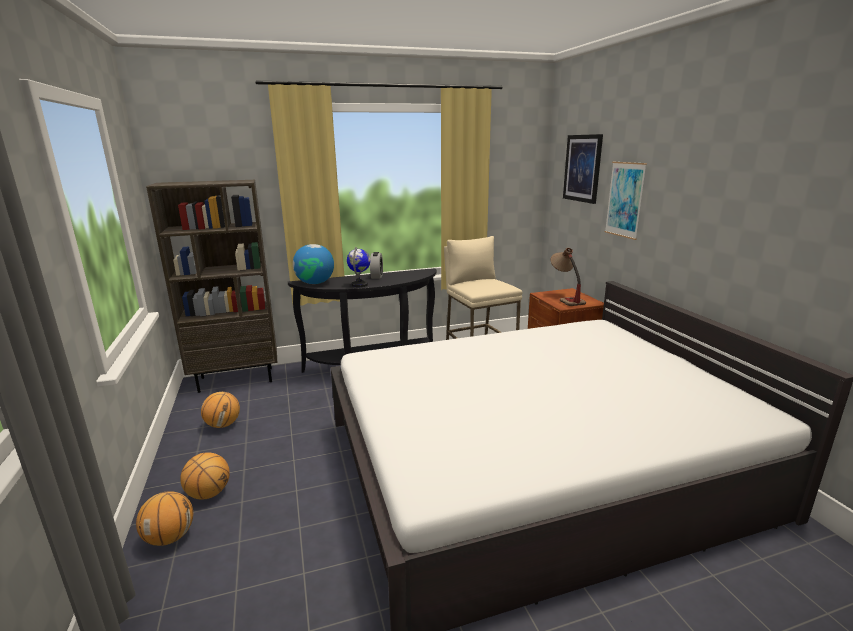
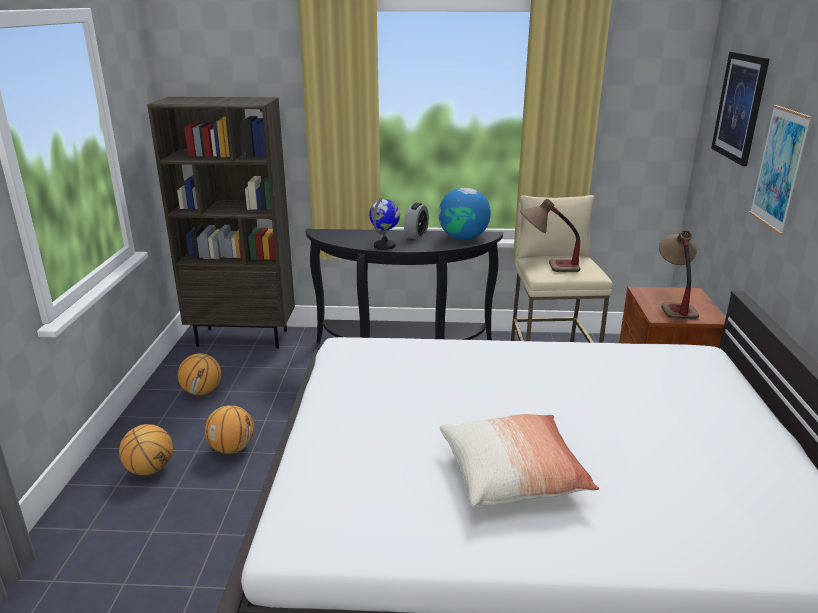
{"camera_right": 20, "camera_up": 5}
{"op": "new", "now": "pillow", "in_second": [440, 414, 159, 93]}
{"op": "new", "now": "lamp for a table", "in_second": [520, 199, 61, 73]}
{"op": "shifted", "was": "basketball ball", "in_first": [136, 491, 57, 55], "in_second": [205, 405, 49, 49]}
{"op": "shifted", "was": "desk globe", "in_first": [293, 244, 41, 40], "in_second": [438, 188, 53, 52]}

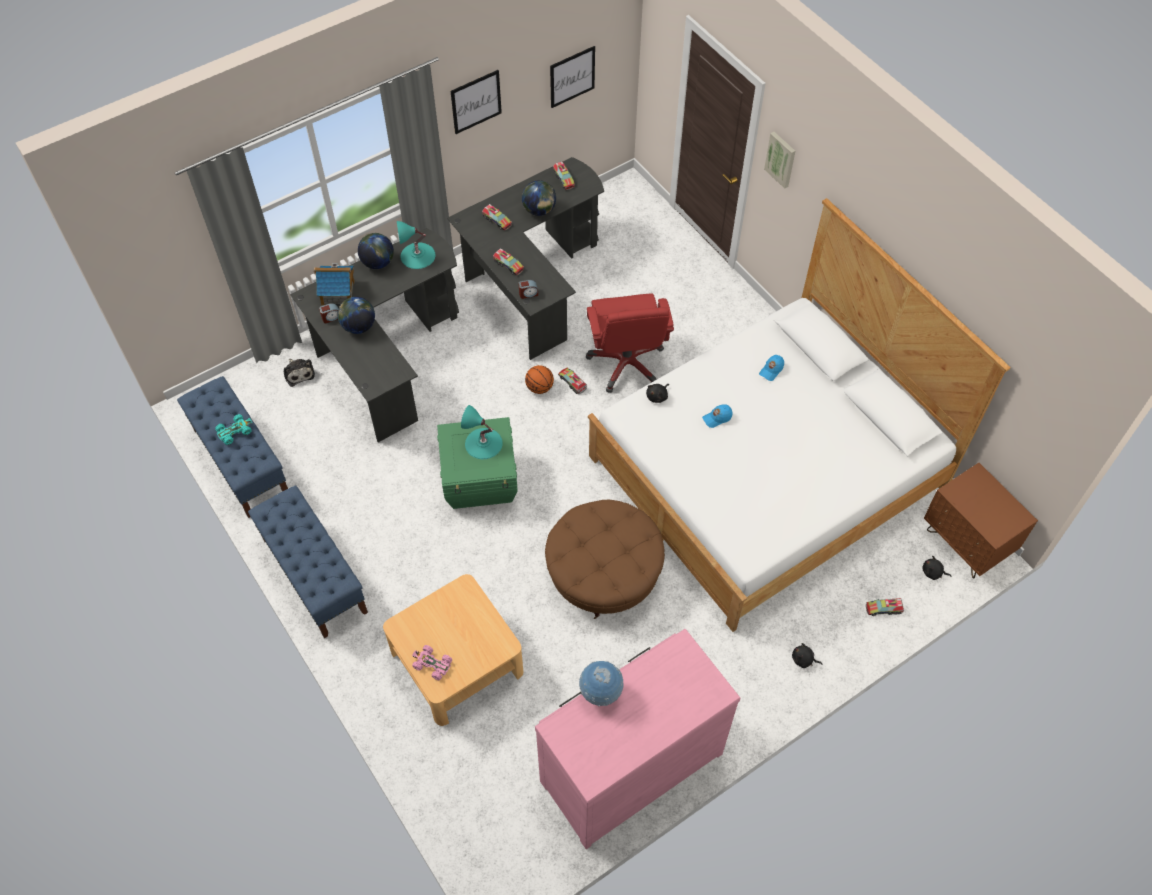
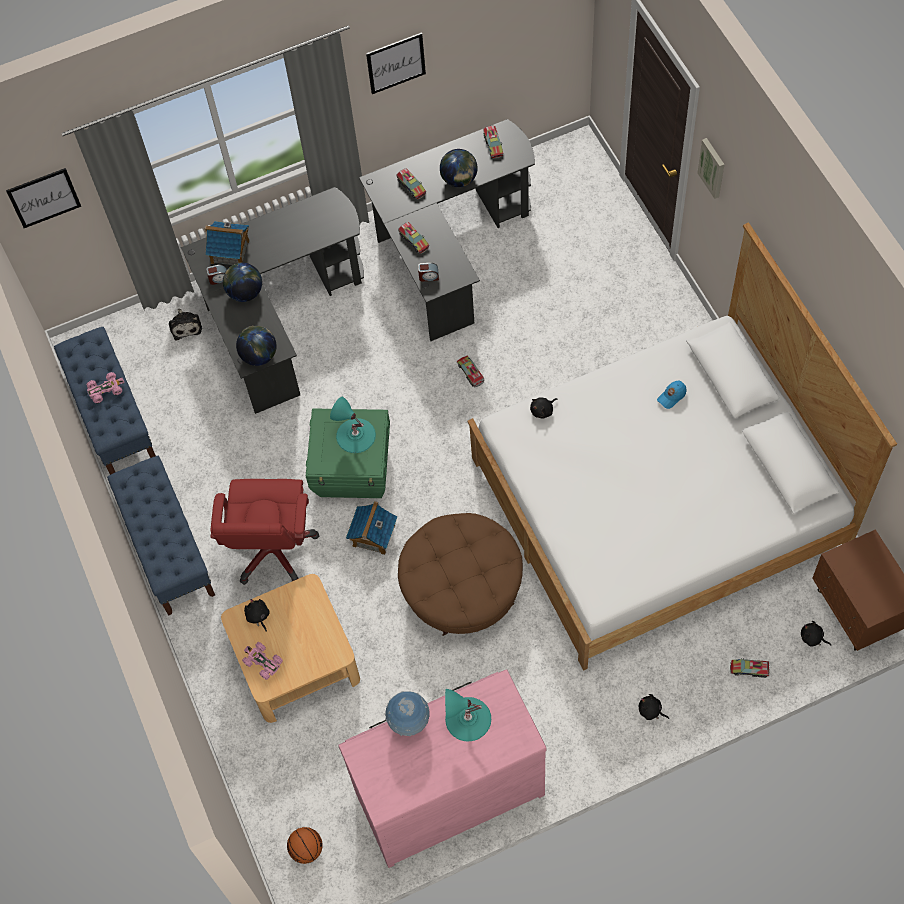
{"camera_right": 15, "camera_up": 5}
{"op": "gone", "was": "bluish baseball cap", "in_first": [702, 404, 30, 24]}
{"op": "new", "now": "black soft toy", "in_second": [244, 599, 26, 33]}
{"op": "new", "now": "miniature house", "in_second": [346, 501, 51, 54]}
{"op": "shifted", "was": "desk globe", "in_first": [358, 233, 36, 36], "in_second": [236, 325, 41, 41]}
{"op": "shifted", "was": "turquoise lamp for a table", "in_first": [397, 221, 39, 48], "in_second": [445, 689, 46, 52]}
{"op": "shifted", "was": "basketball ball", "in_first": [525, 365, 29, 29], "in_second": [287, 827, 36, 37]}
{"op": "shifted", "was": "picture", "in_first": [550, 46, 45, 62], "in_second": [6, 168, 75, 60]}
{"op": "shifted", "was": "reddish office chair", "in_first": [586, 293, 88, 100], "in_second": [210, 479, 109, 106]}
{"op": "repainted", "was": "turquoise model car", "now": "pink model car", "in_first": [215, 414, 37, 31], "in_second": [87, 372, 37, 31]}

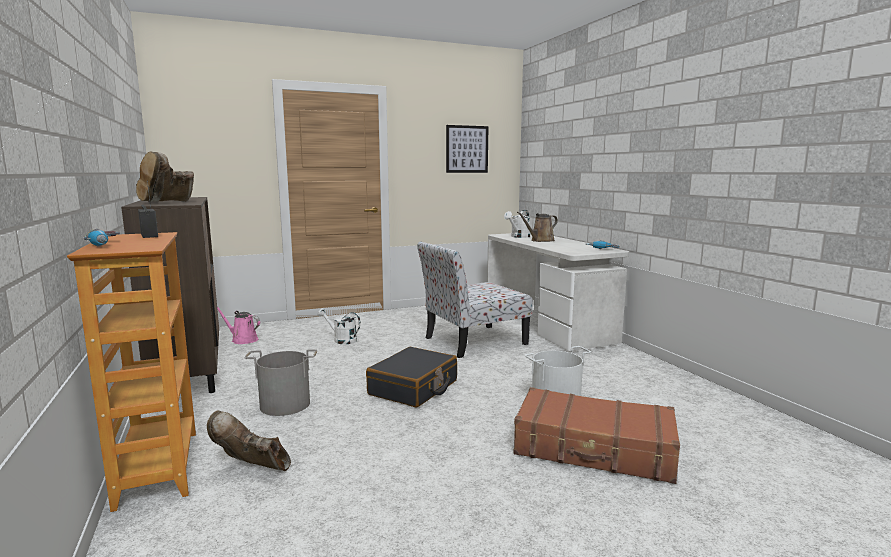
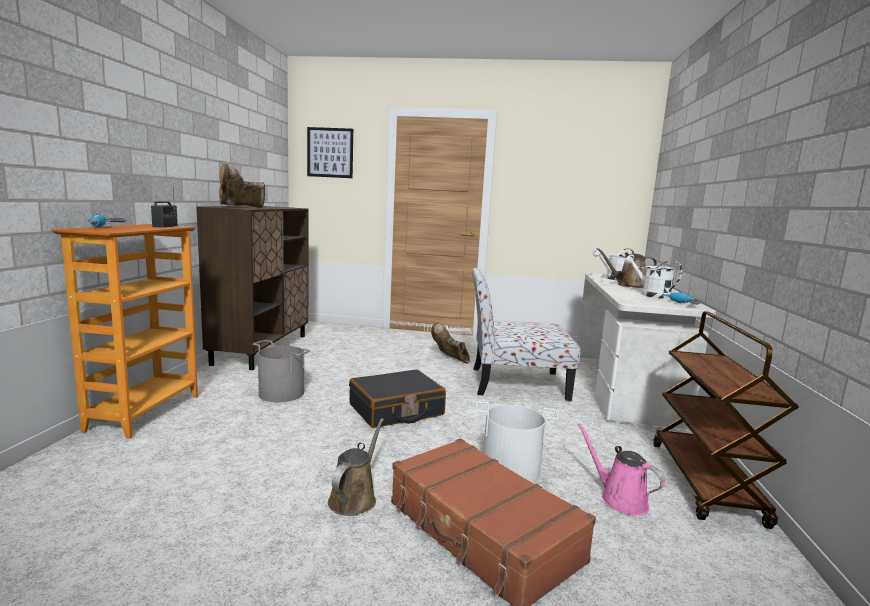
{"camera_right": 30, "camera_up": 0}
{"op": "new", "now": "brown sprinkling can", "in_second": [328, 418, 56, 98]}
{"op": "new", "now": "brown trolley", "in_second": [653, 311, 146, 218]}
{"op": "shifted", "was": "brown tall boot", "in_first": [207, 411, 84, 60], "in_second": [431, 322, 39, 42]}
{"op": "shifted", "was": "pink sprinkling can", "in_first": [217, 307, 43, 37], "in_second": [577, 424, 88, 91]}
{"op": "shifted", "was": "whitish sprinkling can", "in_first": [318, 308, 43, 36], "in_second": [624, 254, 58, 45]}
{"op": "shifted", "was": "picture", "in_first": [446, 125, 43, 48], "in_second": [307, 127, 46, 51]}

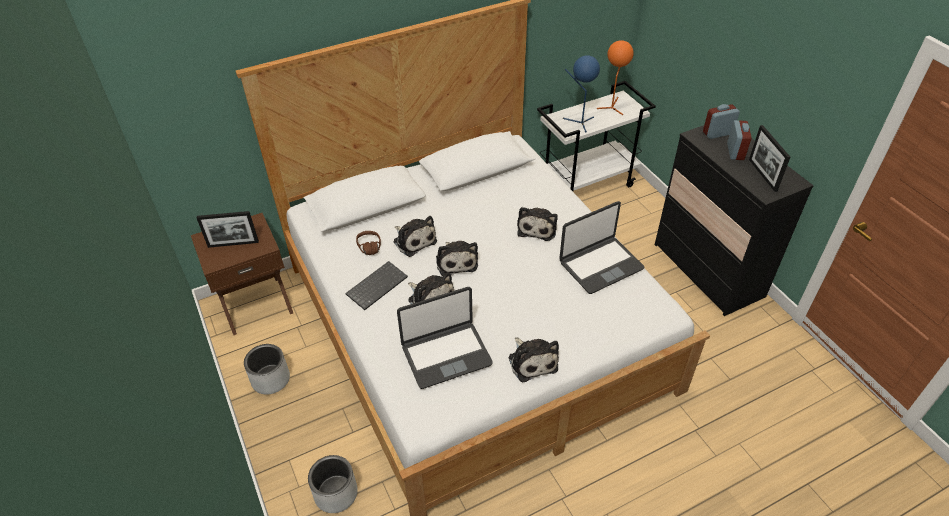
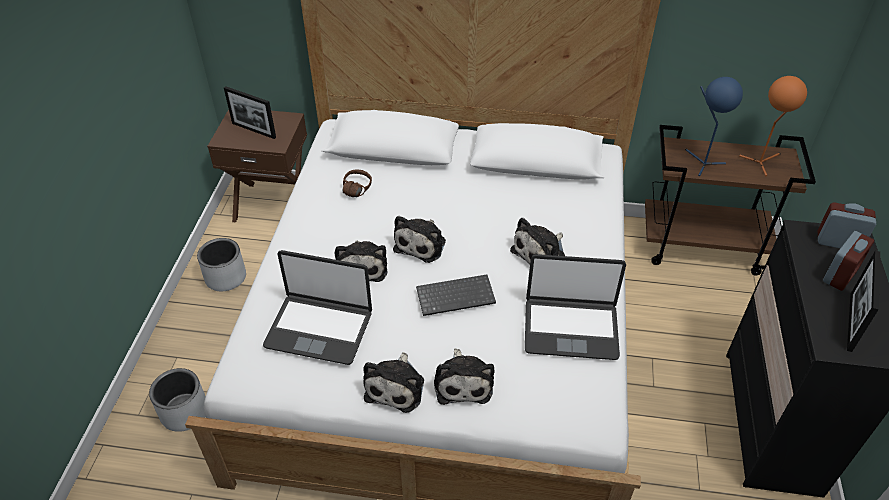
{"camera_right": 35, "camera_up": 0}
{"op": "shifted", "was": "PC keyboard", "in_first": [345, 261, 63, 49], "in_second": [416, 275, 80, 41]}
{"op": "shifted", "was": "soft toy", "in_first": [394, 216, 43, 41], "in_second": [434, 348, 60, 57]}
{"op": "repainted", "was": "whitish trolley", "now": "brown trolley", "in_first": [537, 81, 119, 110], "in_second": [645, 125, 171, 150]}

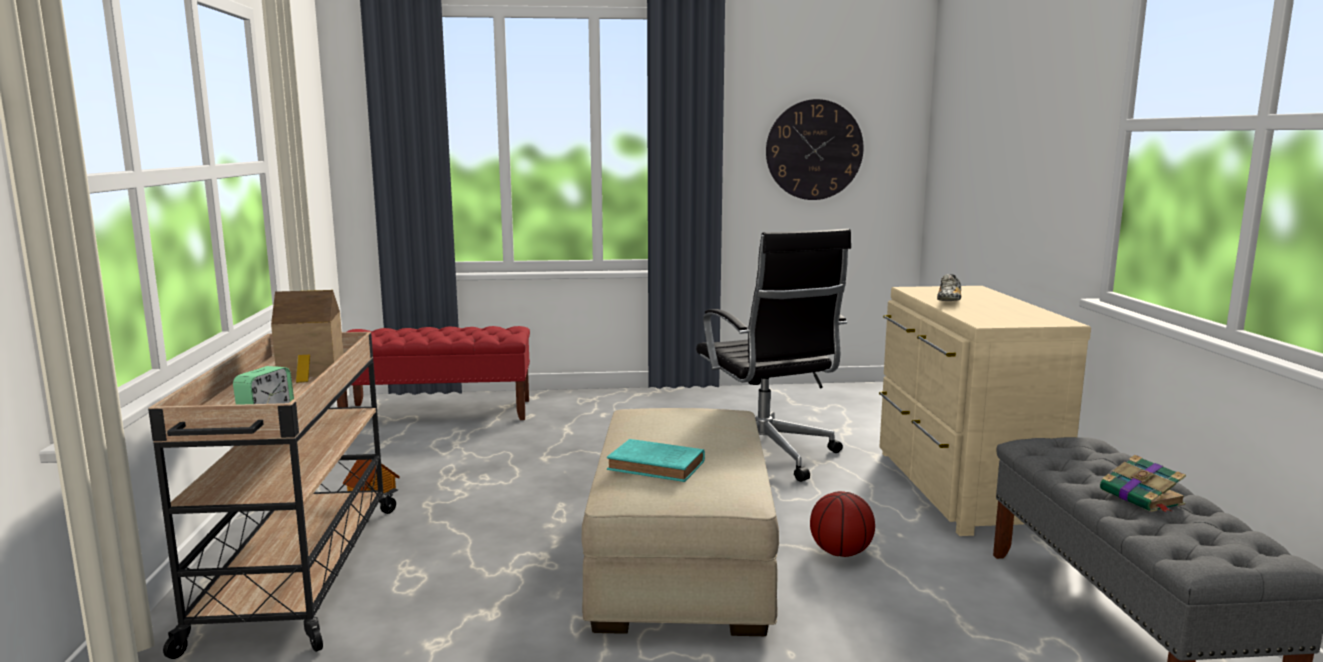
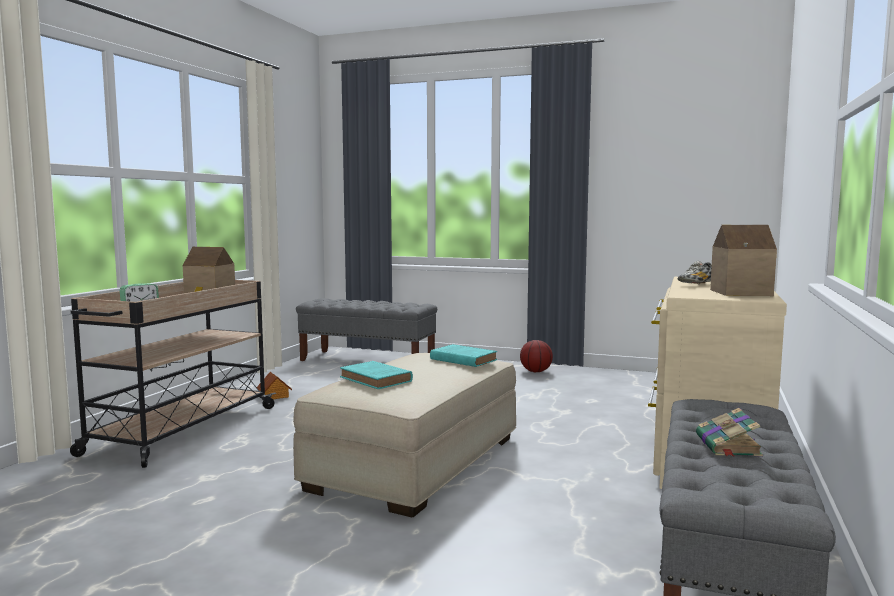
{"camera_right": 25, "camera_up": -5}
{"op": "gone", "was": "black office chair", "in_first": [696, 229, 155, 253]}
{"op": "gone", "was": "clock on the wall", "in_first": [766, 99, 98, 101]}
{"op": "new", "now": "turquoise volume", "in_second": [430, 344, 67, 23]}
{"op": "new", "now": "miniature house", "in_second": [710, 225, 67, 71]}
{"op": "shifted", "was": "basketball ball", "in_first": [810, 491, 65, 66], "in_second": [520, 340, 33, 32]}
{"op": "repainted", "was": "reddish bench", "now": "greyish bench", "in_first": [337, 326, 193, 94], "in_second": [296, 298, 141, 63]}

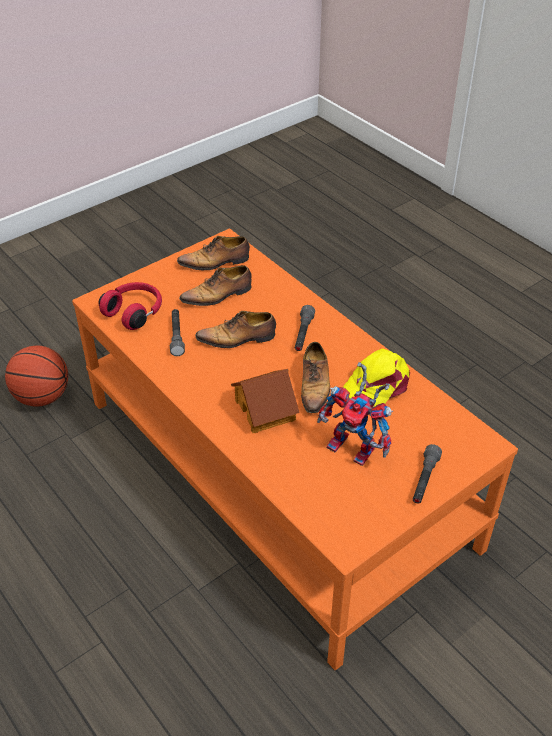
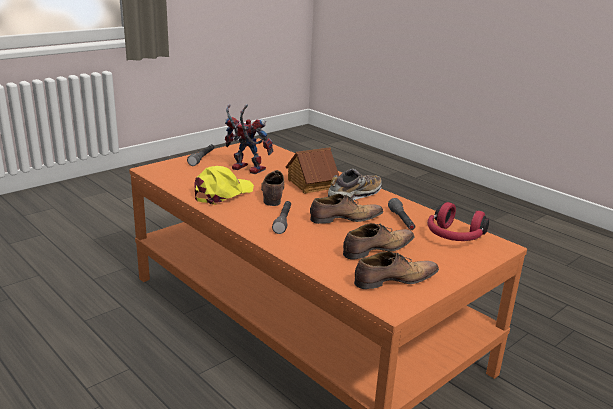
{"camera_right": 175, "camera_up": -20}
{"op": "gone", "was": "basketball ball", "in_first": [5, 346, 63, 61]}
{"op": "new", "now": "shoe", "in_second": [328, 169, 54, 31]}

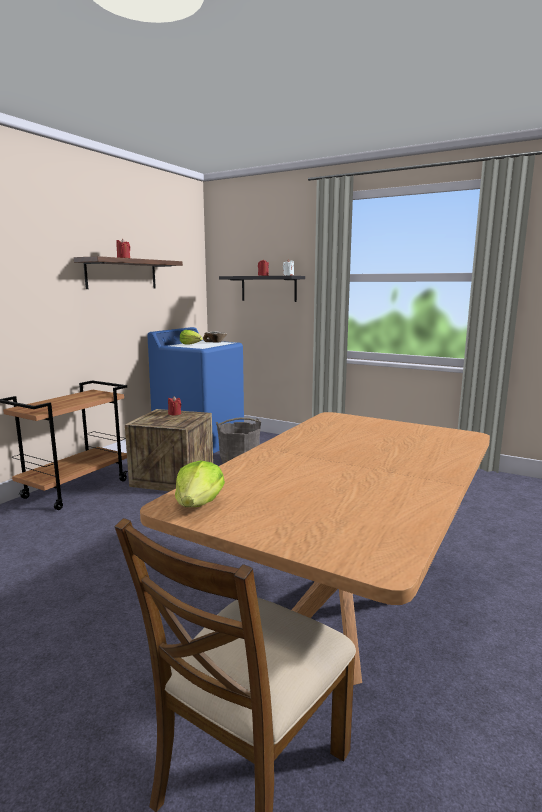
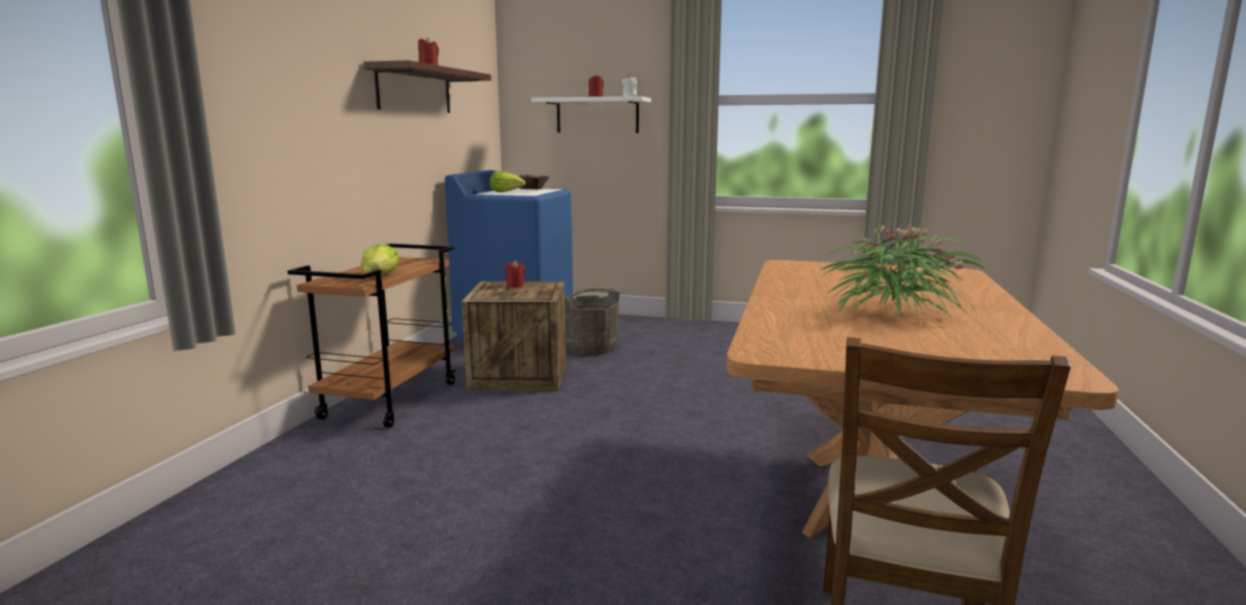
{"camera_right": -15, "camera_up": 0}
{"op": "new", "now": "plant in a pot", "in_second": [820, 223, 166, 100]}
{"op": "shifted", "was": "lettuce", "in_first": [175, 460, 50, 47], "in_second": [362, 244, 37, 30]}
{"op": "repainted", "was": "black shelf", "now": "whitish shelf", "in_first": [219, 276, 86, 26], "in_second": [531, 96, 120, 37]}

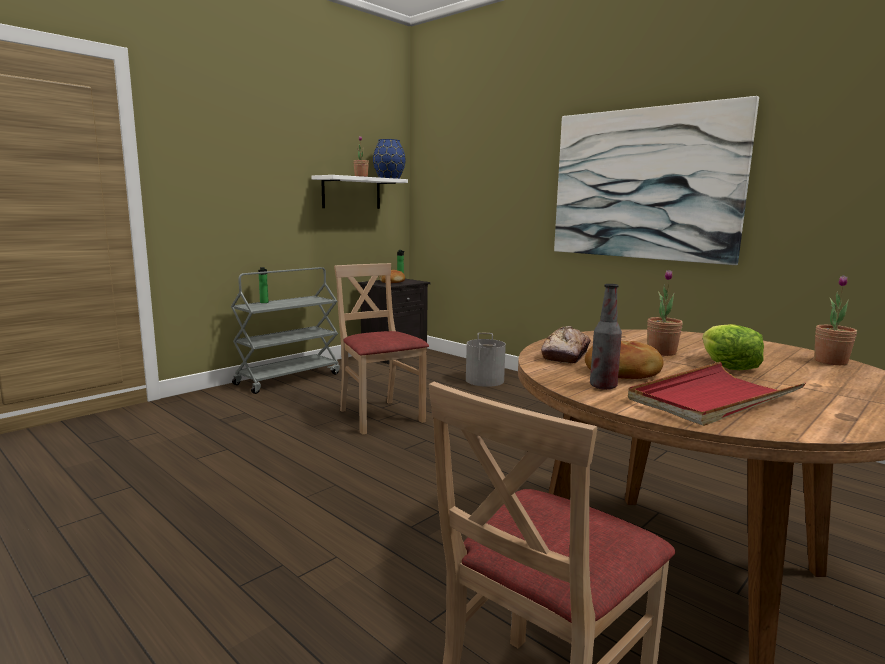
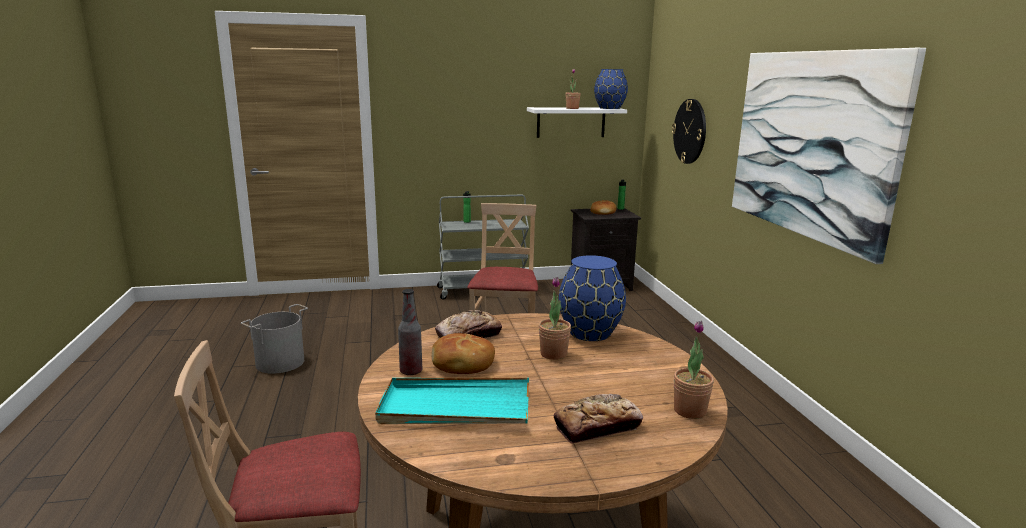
{"camera_right": 35, "camera_up": 5}
{"op": "gone", "was": "lettuce", "in_first": [702, 324, 62, 46]}
{"op": "new", "now": "baked bread", "in_second": [554, 394, 89, 50]}
{"op": "new", "now": "bluish vase", "in_second": [559, 255, 67, 86]}
{"op": "new", "now": "clock on the wall", "in_second": [672, 99, 34, 65]}
{"op": "shifted", "was": "greyish pail", "in_first": [466, 333, 40, 54], "in_second": [241, 304, 67, 70]}
{"op": "repainted", "was": "reddish carrying tray", "now": "turquoise carrying tray", "in_first": [628, 362, 178, 64], "in_second": [375, 378, 154, 46]}

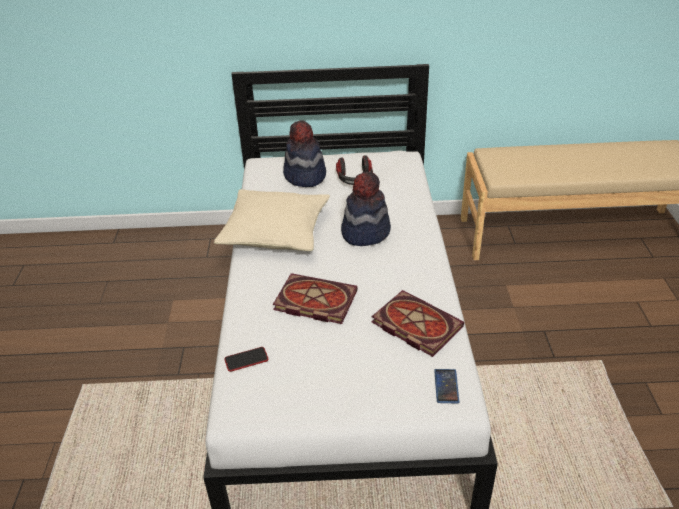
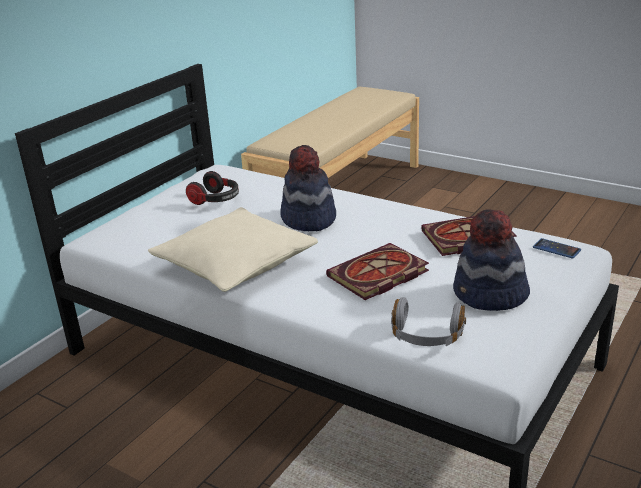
{"camera_right": -55, "camera_up": -10}
{"op": "shifted", "was": "hat", "in_first": [283, 120, 43, 67], "in_second": [453, 209, 77, 102]}
{"op": "swapped", "was": "telephone", "now": "greyish headset", "in_first": [224, 347, 44, 25], "in_second": [391, 297, 75, 49]}

